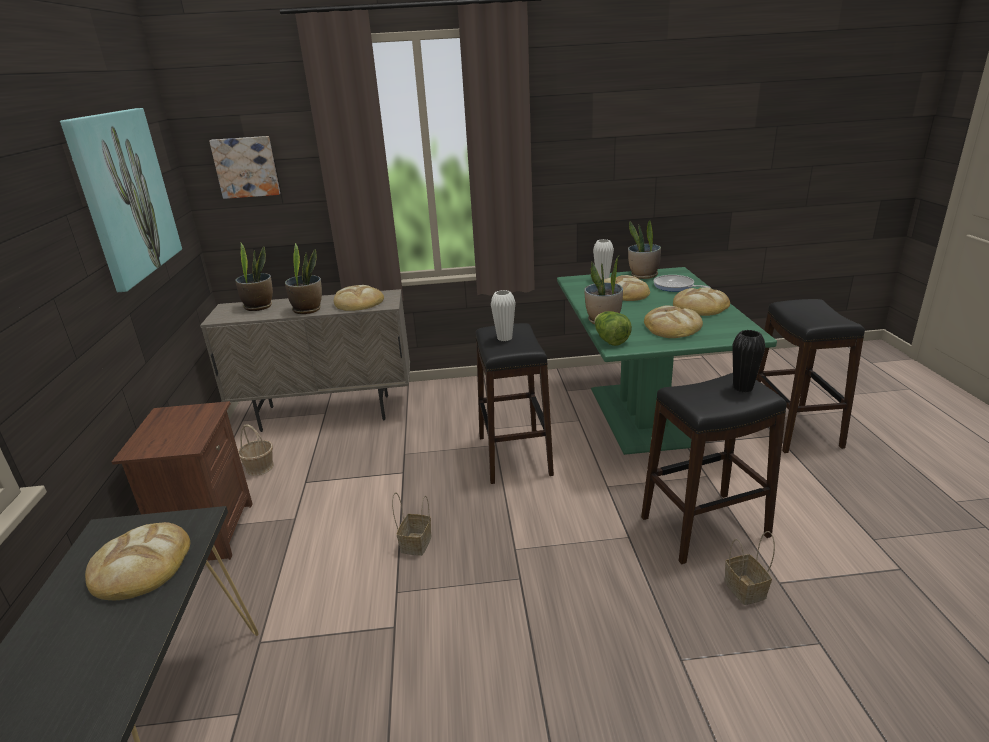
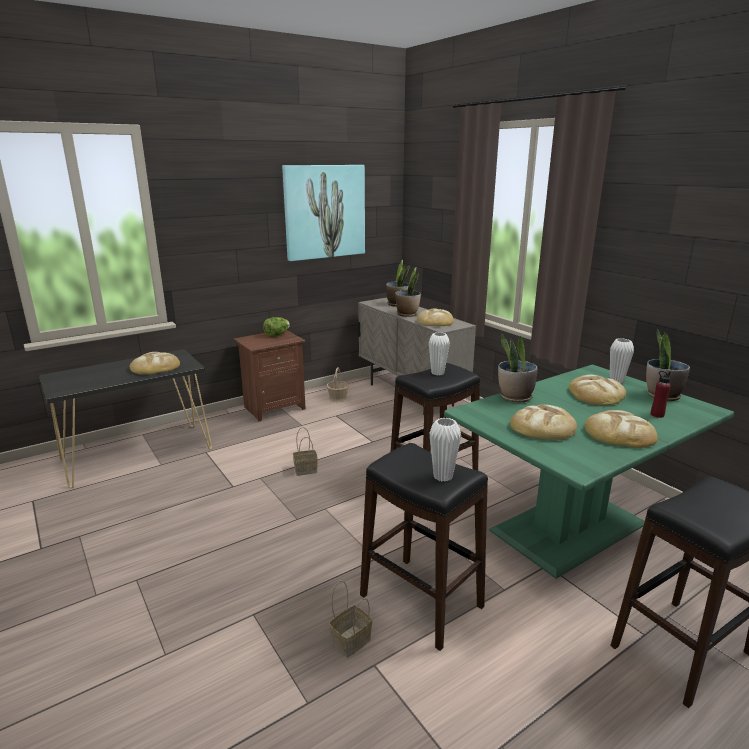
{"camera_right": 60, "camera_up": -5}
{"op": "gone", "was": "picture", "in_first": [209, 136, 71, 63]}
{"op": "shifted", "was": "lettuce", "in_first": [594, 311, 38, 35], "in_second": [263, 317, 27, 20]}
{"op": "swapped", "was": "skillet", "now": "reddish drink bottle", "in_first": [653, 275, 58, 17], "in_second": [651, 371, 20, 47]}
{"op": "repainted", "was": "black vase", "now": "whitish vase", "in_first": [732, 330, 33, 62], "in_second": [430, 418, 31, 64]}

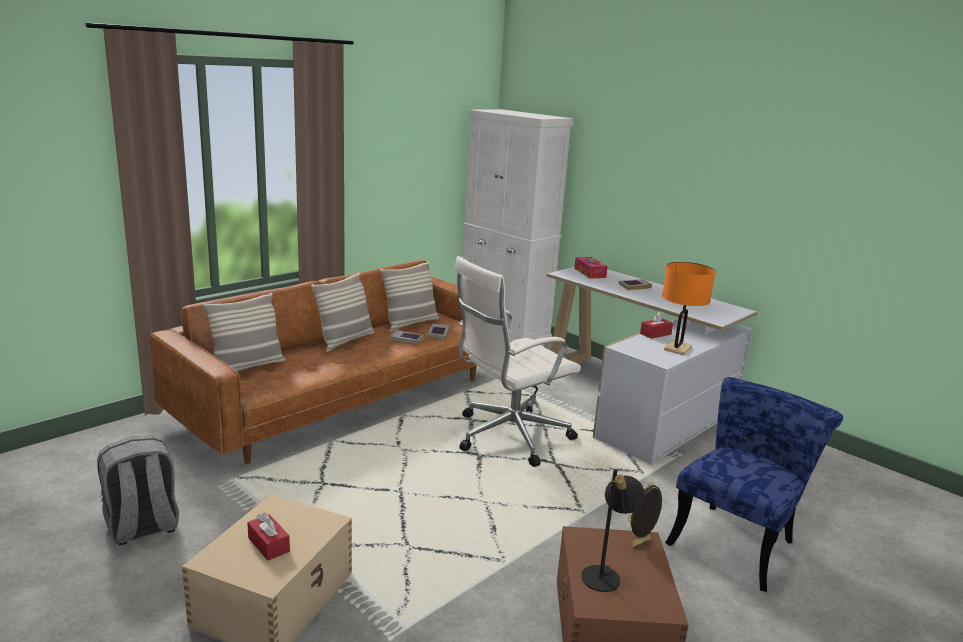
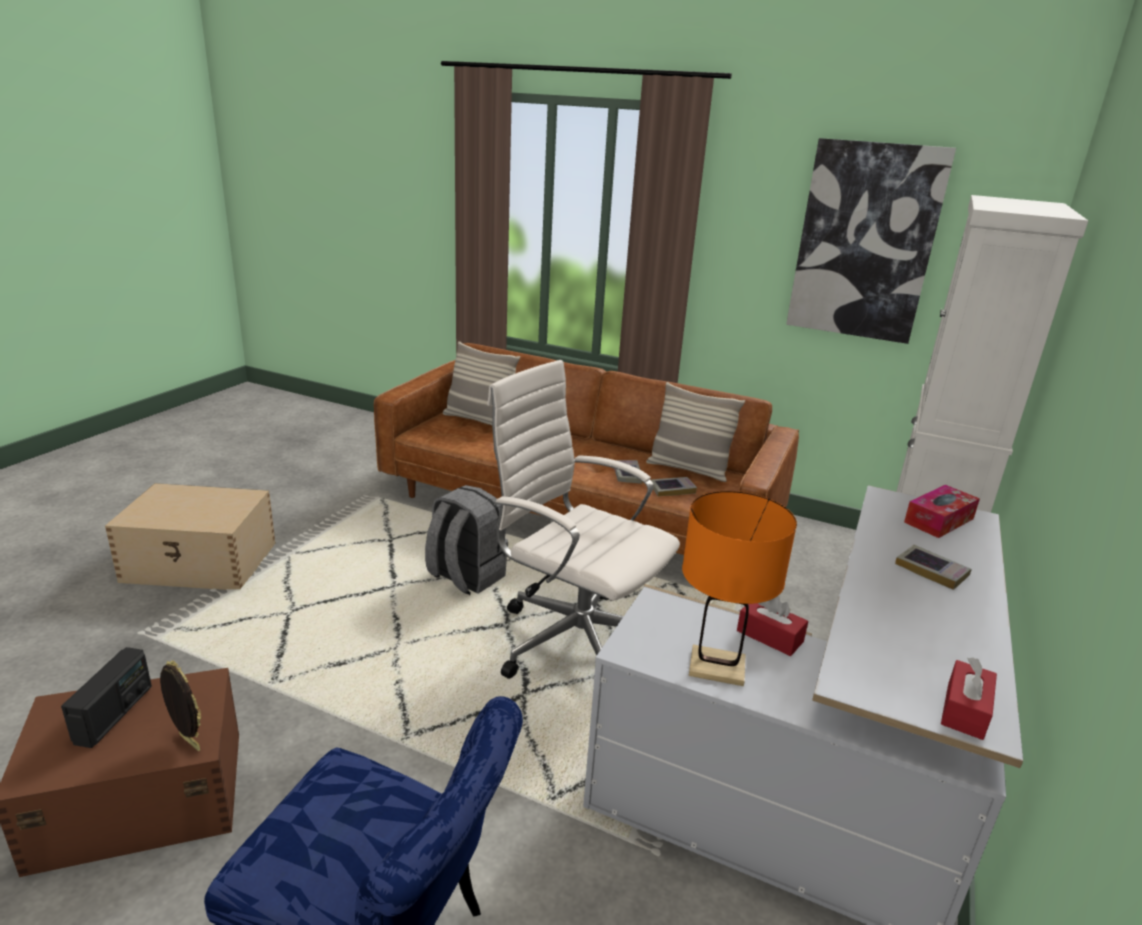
{"camera_right": 70, "camera_up": 5}
{"op": "gone", "was": "pillow", "in_first": [311, 273, 63, 79]}
{"op": "new", "now": "picture", "in_second": [786, 138, 170, 206]}
{"op": "shifted", "was": "greyish backpack", "in_first": [97, 435, 82, 111], "in_second": [425, 485, 83, 110]}
{"op": "shifted", "was": "reddish tissue holder", "in_first": [247, 513, 43, 47], "in_second": [941, 658, 56, 82]}
{"op": "swapped", "was": "black lamp for a table", "now": "radio set", "in_first": [581, 469, 64, 123], "in_second": [61, 647, 91, 101]}

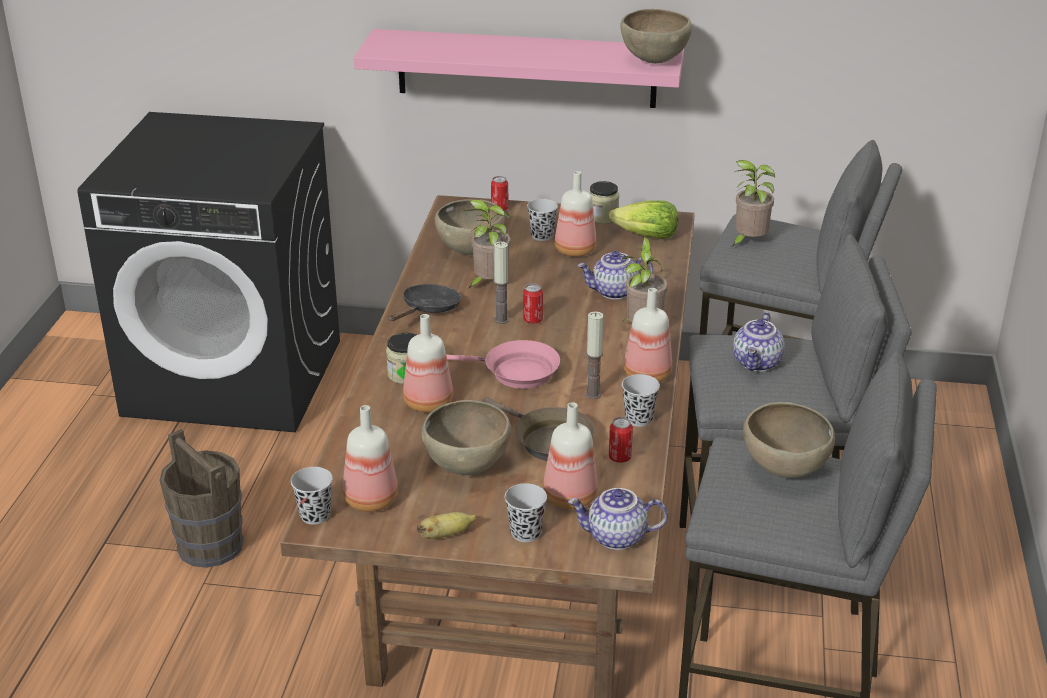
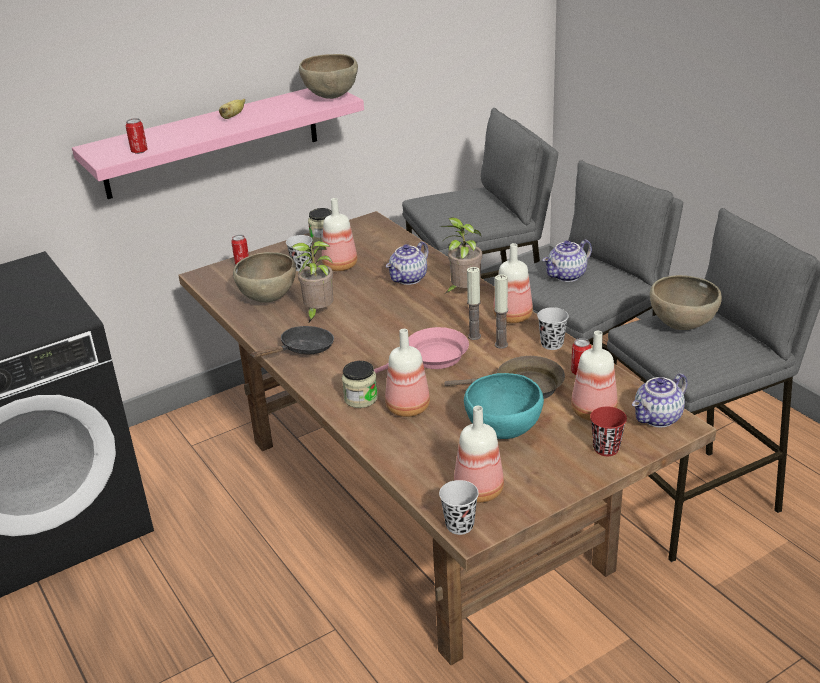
{"camera_right": -40, "camera_up": 0}
{"op": "gone", "was": "brown pail", "in_first": [159, 429, 84, 139]}
{"op": "gone", "was": "lettuce", "in_first": [609, 200, 70, 39]}
{"op": "gone", "was": "plant in a pot", "in_first": [732, 160, 43, 87]}
{"op": "shifted", "was": "banana", "in_first": [417, 512, 59, 27], "in_second": [219, 99, 26, 20]}
{"op": "shifted", "was": "wax light", "in_first": [493, 242, 16, 82], "in_second": [467, 267, 14, 73]}
{"op": "shifted", "was": "metal can", "in_first": [523, 284, 20, 40], "in_second": [126, 118, 22, 36]}
{"op": "repainted", "was": "brown deep dish", "now": "turquoise deep dish", "in_first": [422, 400, 89, 75], "in_second": [464, 373, 80, 66]}
{"op": "repainted", "was": "black drinking cup", "now": "reddish drinking cup", "in_first": [505, 483, 42, 59], "in_second": [590, 407, 37, 49]}
{"op": "rotated", "was": "black skillet", "in_first": [388, 284, 73, 37], "in_second": [250, 326, 84, 32], "clockwise": 60}
{"op": "rotated", "was": "teapot", "in_first": [733, 312, 51, 60], "in_second": [542, 239, 50, 43], "clockwise": 75}

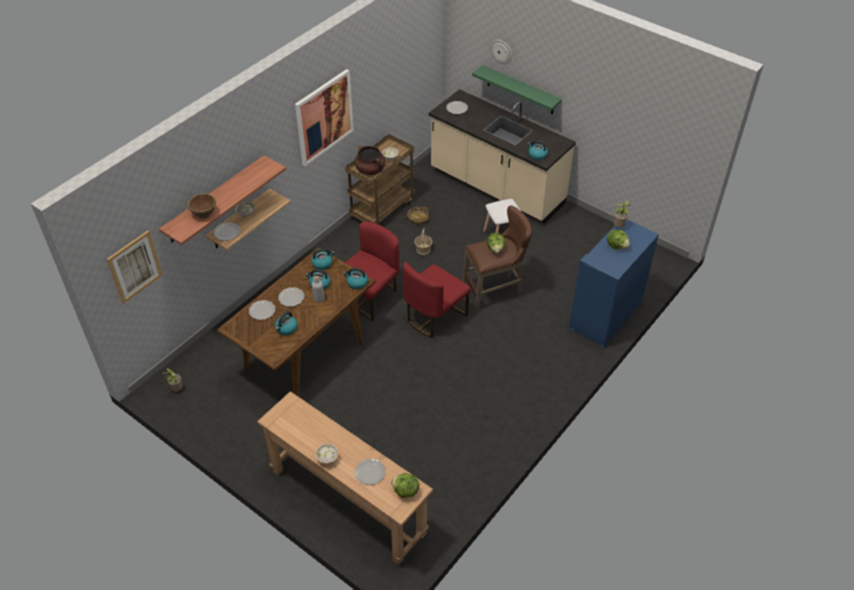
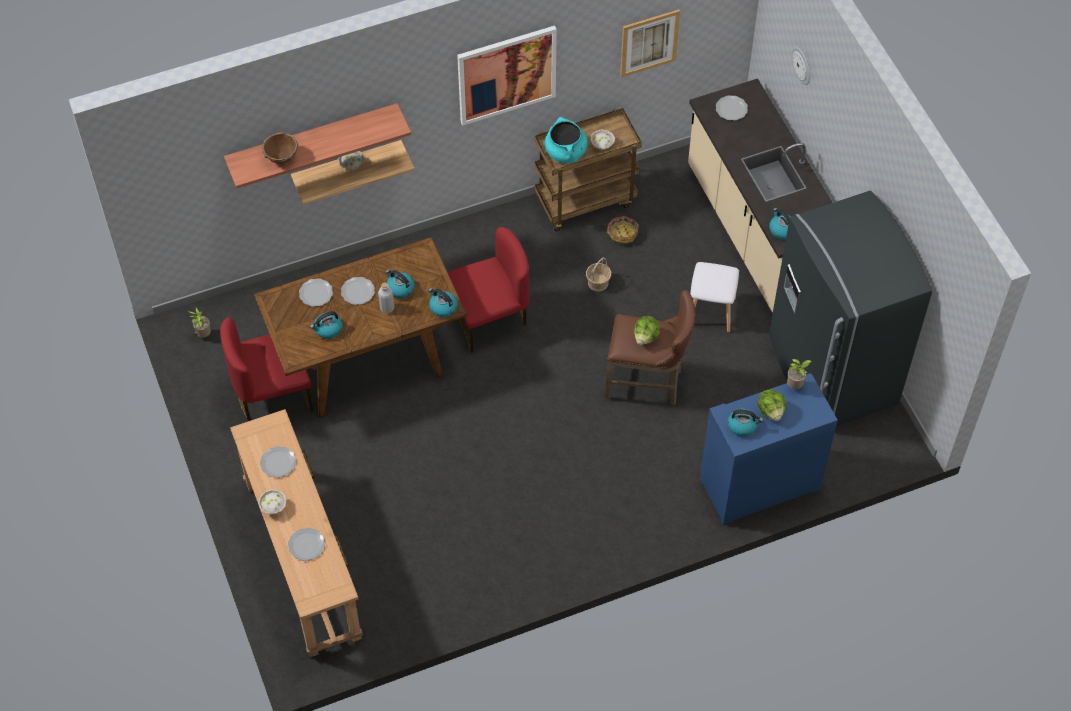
{"camera_right": 30, "camera_up": 10}
{"op": "gone", "was": "lettuce", "in_first": [391, 473, 28, 25]}
{"op": "gone", "was": "greenish shelf", "in_first": [472, 65, 90, 49]}
{"op": "new", "now": "greyish kitchen fridge", "in_second": [769, 191, 164, 235]}
{"op": "shifted", "was": "picture", "in_first": [107, 231, 55, 73], "in_second": [620, 9, 60, 68]}
{"op": "shifted", "was": "plate", "in_first": [214, 222, 26, 19], "in_second": [260, 446, 36, 32]}
{"op": "shifted", "was": "water kettle", "in_first": [311, 248, 24, 22], "in_second": [728, 408, 35, 28]}
{"op": "shifted", "was": "reddish upright chair", "in_first": [403, 262, 68, 76], "in_second": [220, 317, 93, 104]}
{"op": "repainted", "was": "brown cooking pot", "now": "turquoise cooking pot", "in_first": [355, 146, 30, 29], "in_second": [545, 117, 43, 46]}

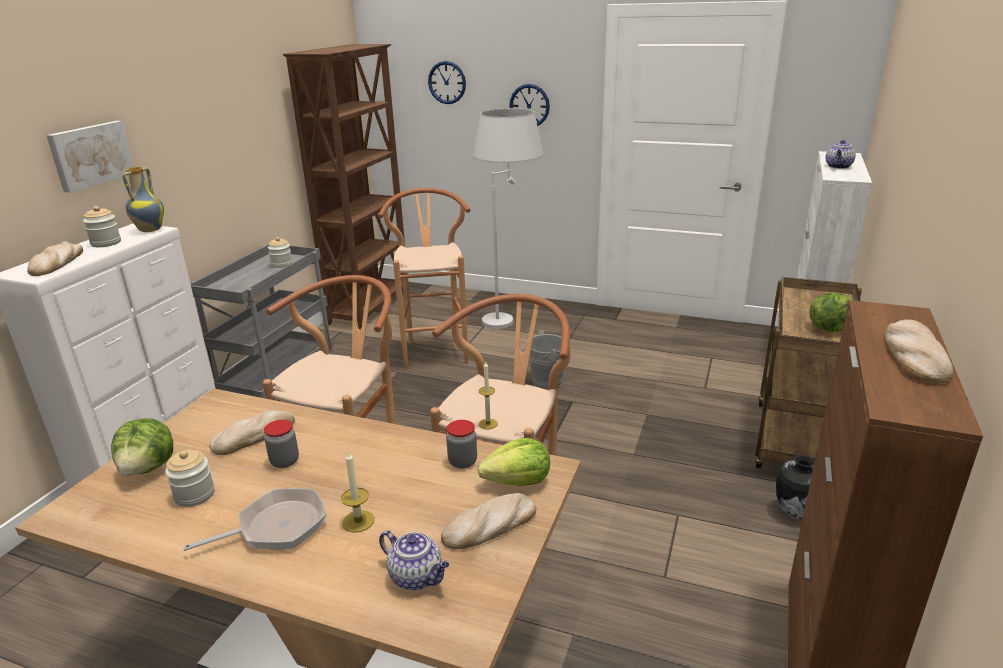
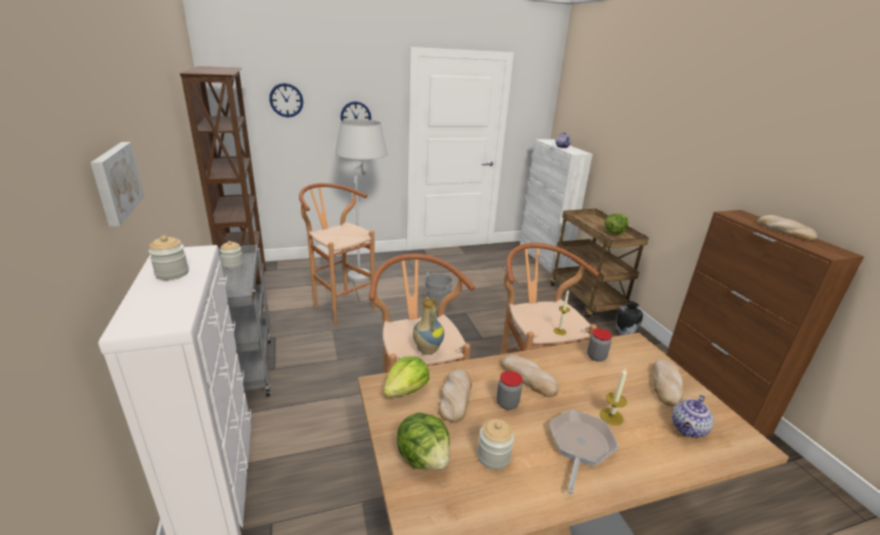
{"camera_right": -40, "camera_up": 0}
{"op": "shifted", "was": "baked bread", "in_first": [27, 241, 56, 35], "in_second": [501, 355, 57, 42]}
{"op": "shifted", "was": "vase", "in_first": [122, 167, 42, 65], "in_second": [413, 297, 31, 58]}
{"op": "shifted", "was": "lettuce", "in_first": [478, 438, 72, 48], "in_second": [384, 356, 45, 41]}
{"op": "rotated", "was": "teapot", "in_first": [379, 530, 70, 60], "in_second": [672, 395, 42, 43], "clockwise": 135}

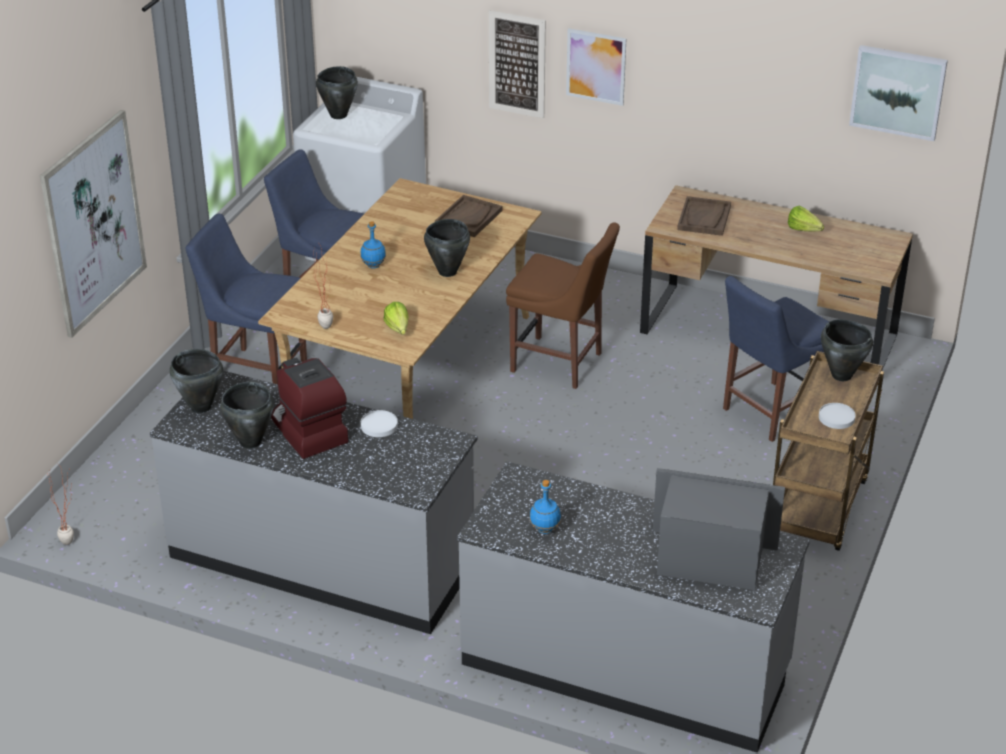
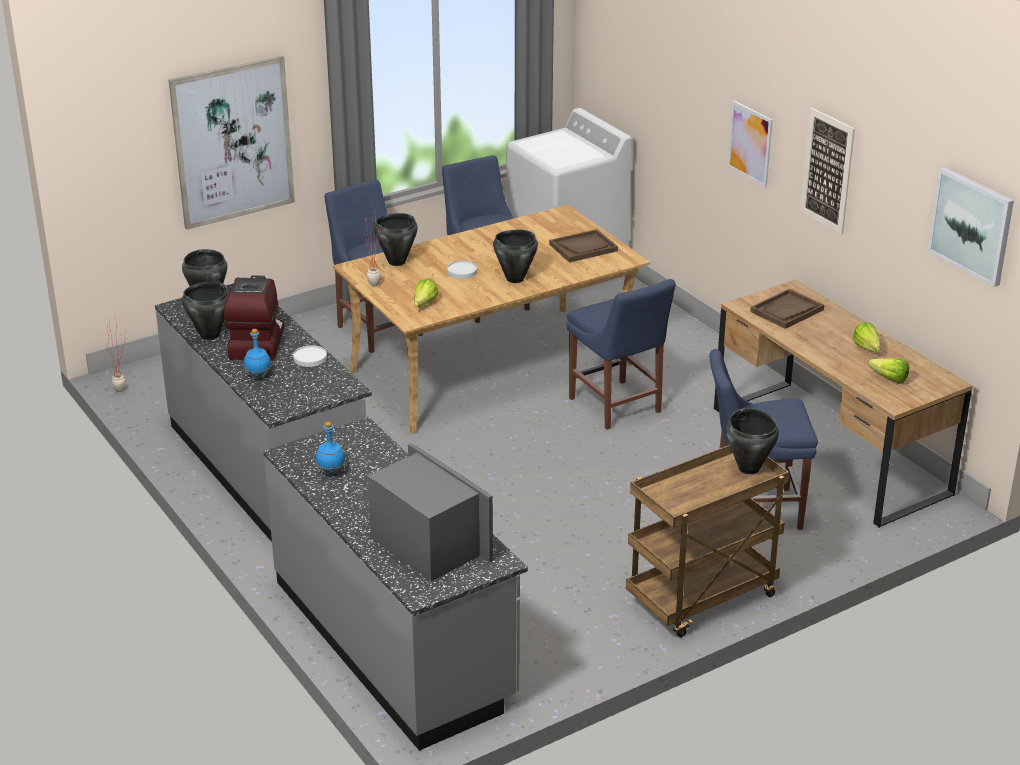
{"camera_right": 35, "camera_up": -5}
{"op": "new", "now": "lettuce", "in_second": [868, 358, 41, 26]}
{"op": "shifted", "was": "black cooking pot", "in_first": [316, 66, 42, 53], "in_second": [374, 213, 44, 53]}
{"op": "shifted", "was": "bluish drink bottle", "in_first": [360, 221, 26, 48], "in_second": [244, 329, 27, 50]}
{"op": "shifted", "was": "picture", "in_first": [489, 10, 57, 108], "in_second": [800, 108, 55, 126]}
{"op": "shifted", "was": "whitish plate", "in_first": [819, 403, 37, 26], "in_second": [447, 261, 30, 18]}
{"op": "repainted", "was": "brown upright chair", "now": "bluish upright chair", "in_first": [506, 222, 114, 167], "in_second": [566, 279, 110, 151]}

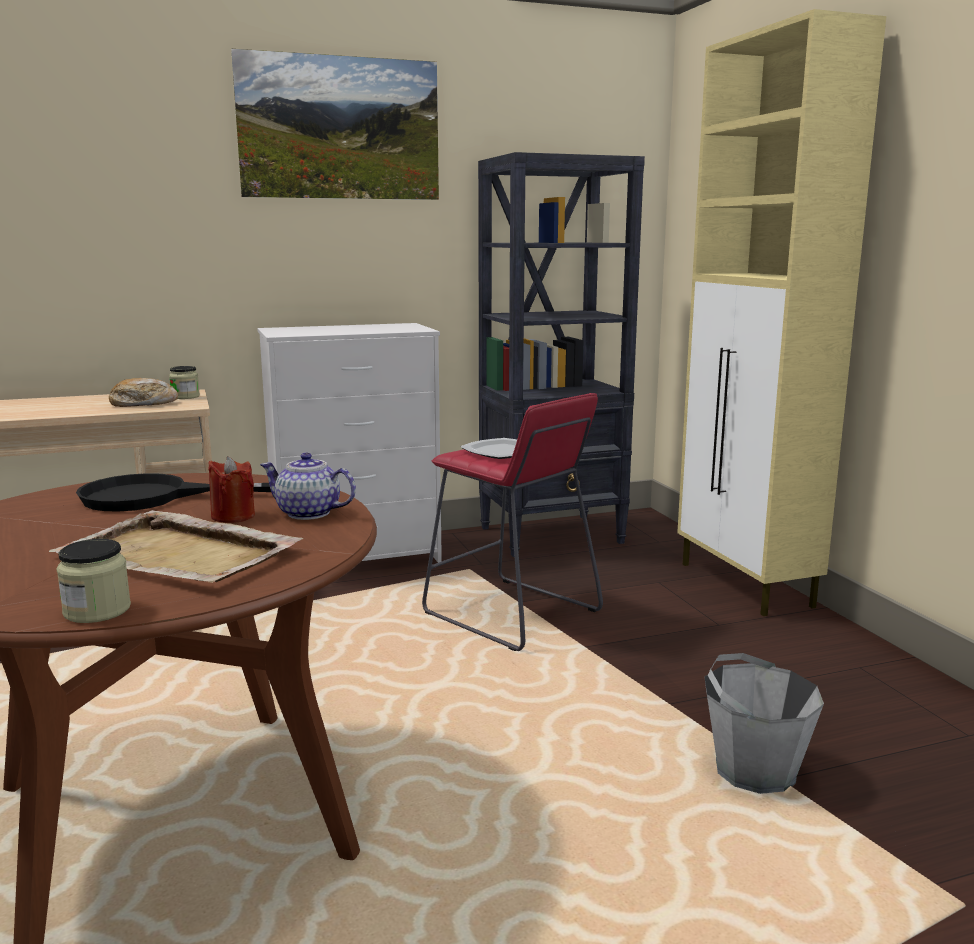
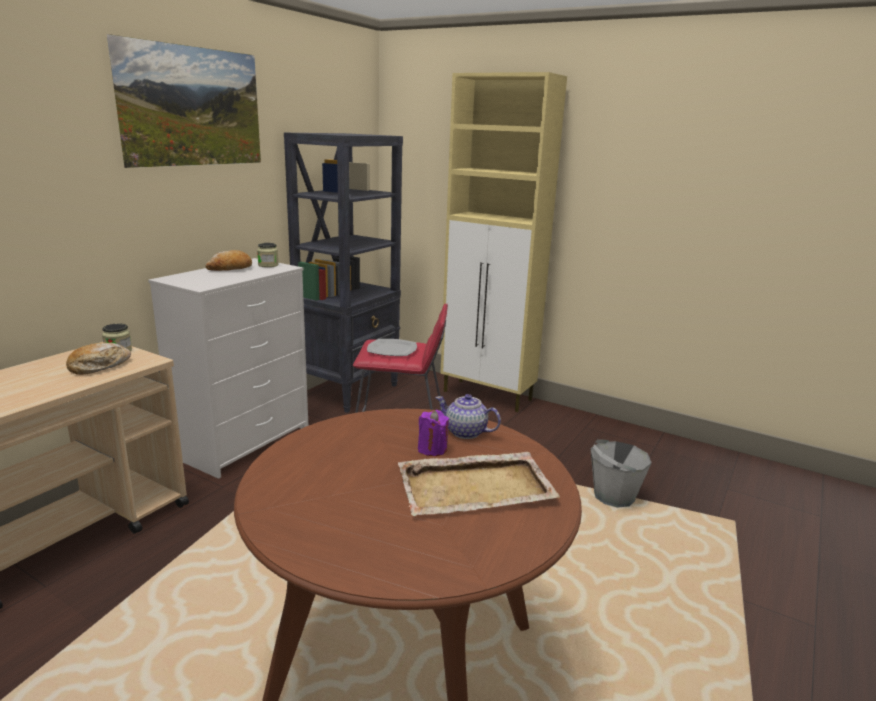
{"camera_right": -40, "camera_up": 5}
{"op": "gone", "was": "black skillet", "in_first": [76, 473, 195, 39]}
{"op": "new", "now": "baked bread", "in_second": [205, 250, 47, 21]}
{"op": "shifted", "was": "preserve jar", "in_first": [56, 539, 75, 84], "in_second": [257, 243, 22, 24]}
{"op": "repainted", "was": "reddish wax light", "now": "purplish wax light", "in_first": [208, 456, 47, 67], "in_second": [418, 410, 31, 46]}
{"op": "rotated", "was": "teapot", "in_first": [260, 453, 96, 67], "in_second": [435, 394, 66, 45], "clockwise": 45}

